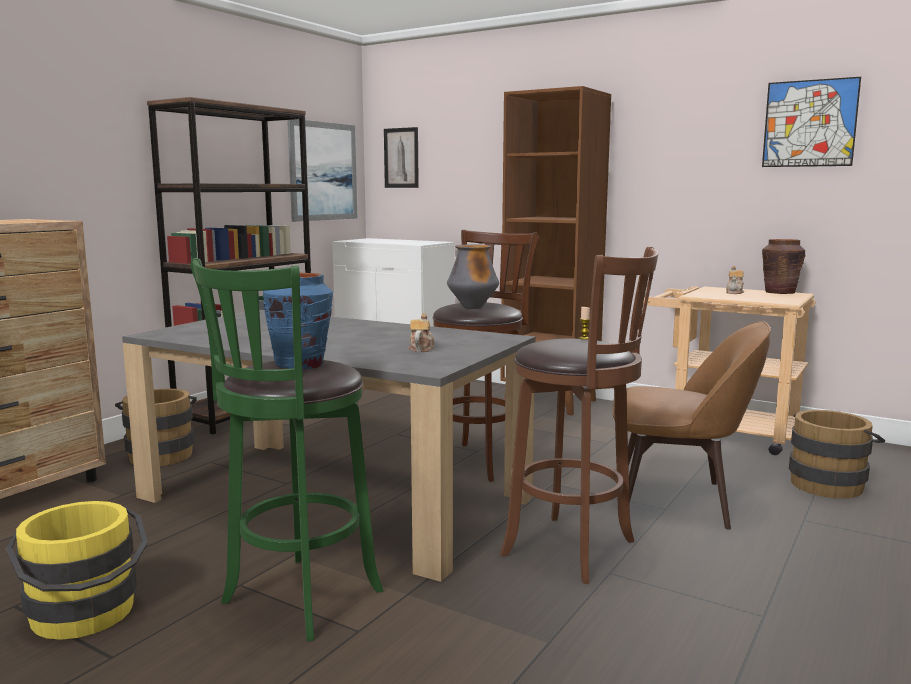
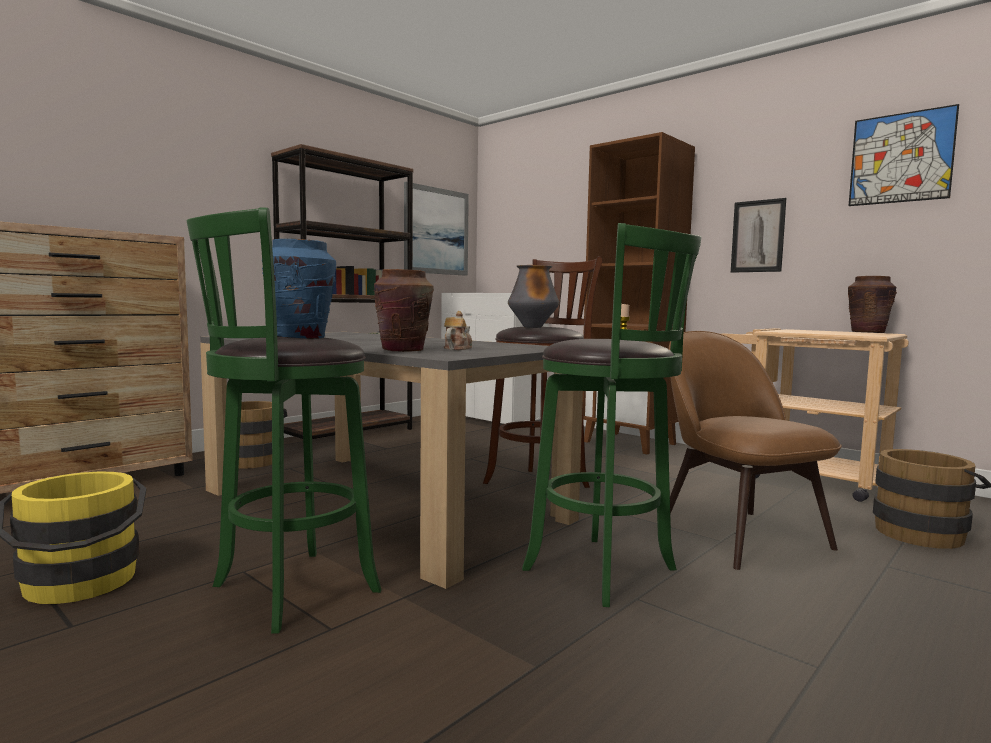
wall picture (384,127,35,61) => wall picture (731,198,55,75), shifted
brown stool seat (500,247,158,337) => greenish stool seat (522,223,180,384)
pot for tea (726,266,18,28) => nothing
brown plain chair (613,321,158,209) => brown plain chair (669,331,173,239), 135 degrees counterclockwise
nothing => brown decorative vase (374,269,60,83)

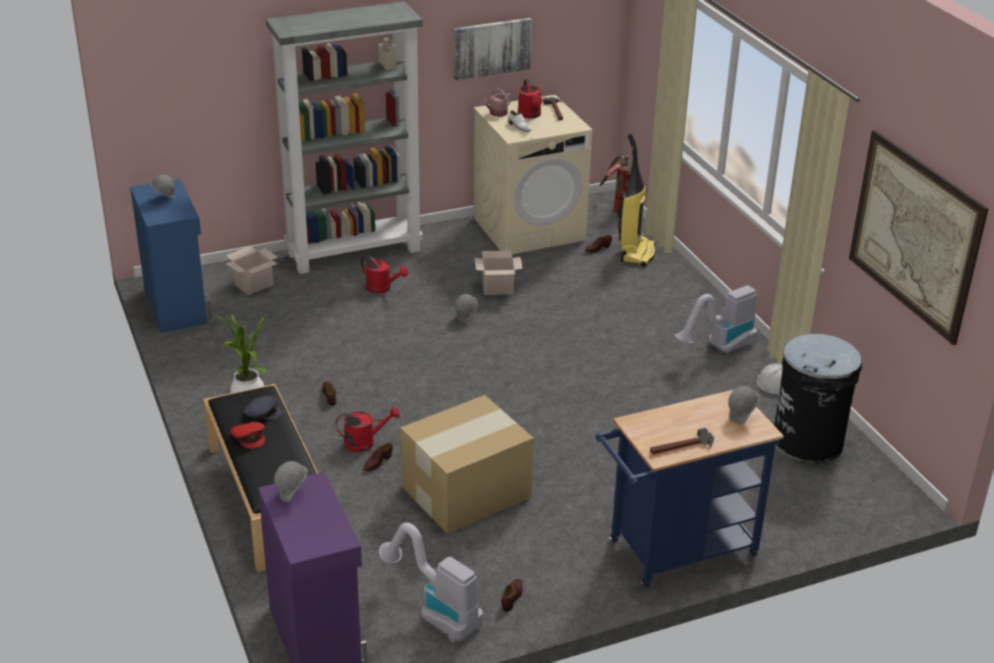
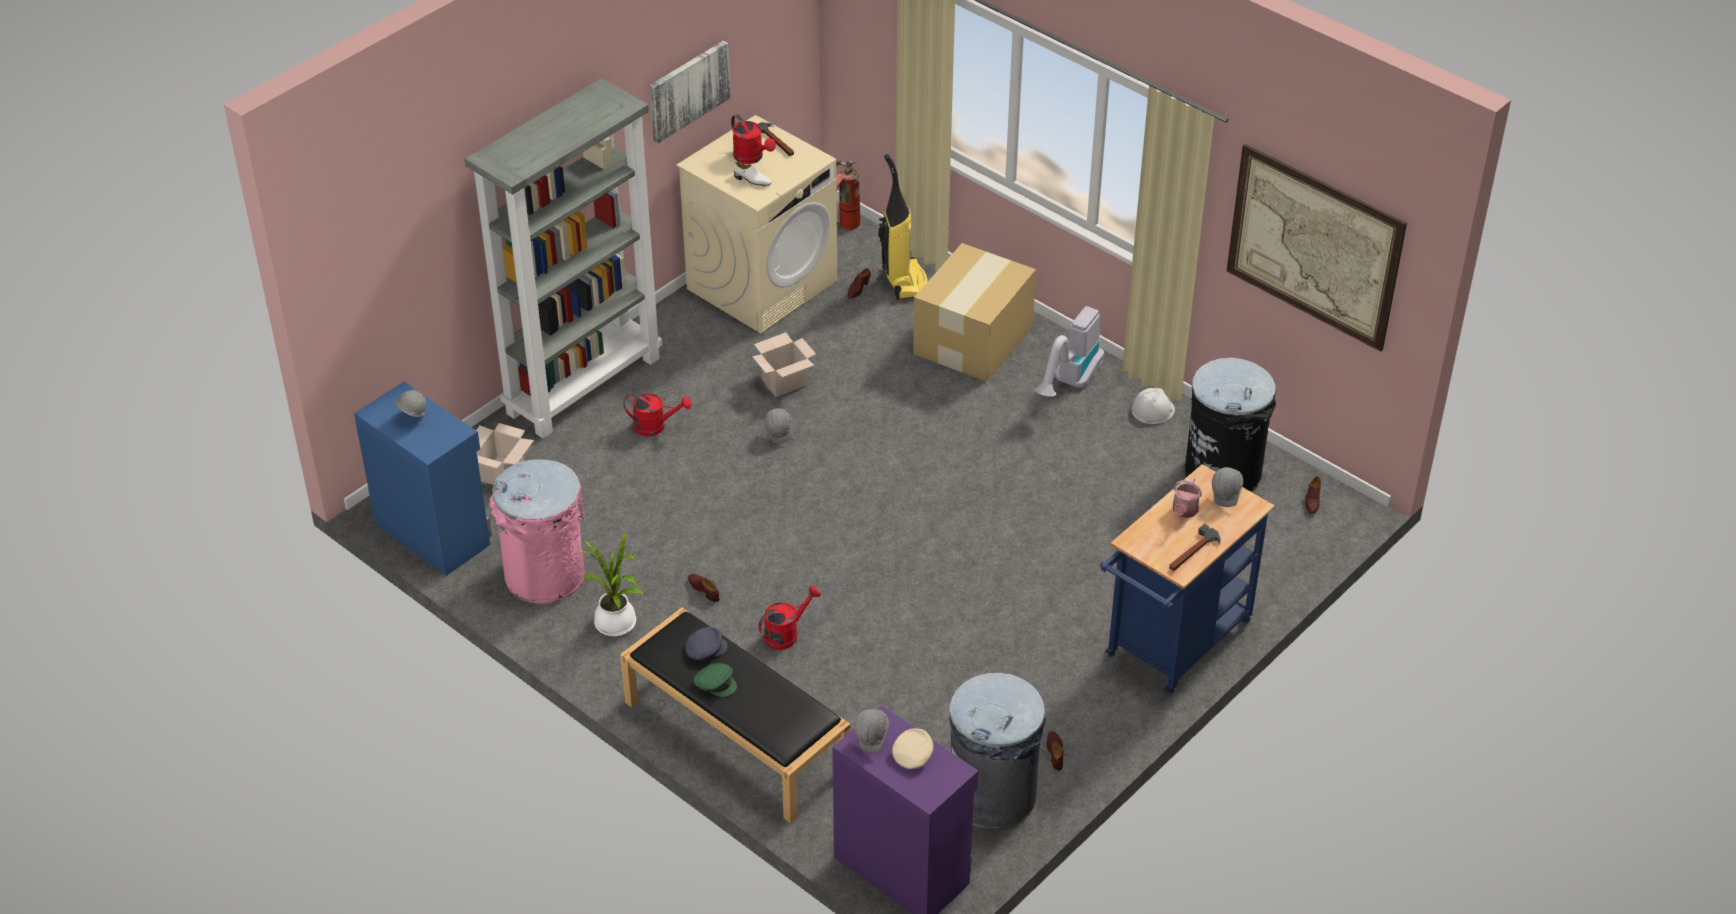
watering can (480,88,32,29) => watering can (1173,477,29,41), shifted
carton (400,395,134,139) => carton (913,243,123,139), shifted
red-coloured cap (230,422,35,27) => greenish cap (694,663,43,34)
brown low shoe (363,443,30,29) => brown low shoe (1305,476,16,38), shifted
vacuum cleaner (379,523,104,119) => grey rubbish bin (949,672,97,158)
nothing => pink-coloured rubbish bin (490,459,95,145)
nothing => beige-coloured cap (892,728,41,41)

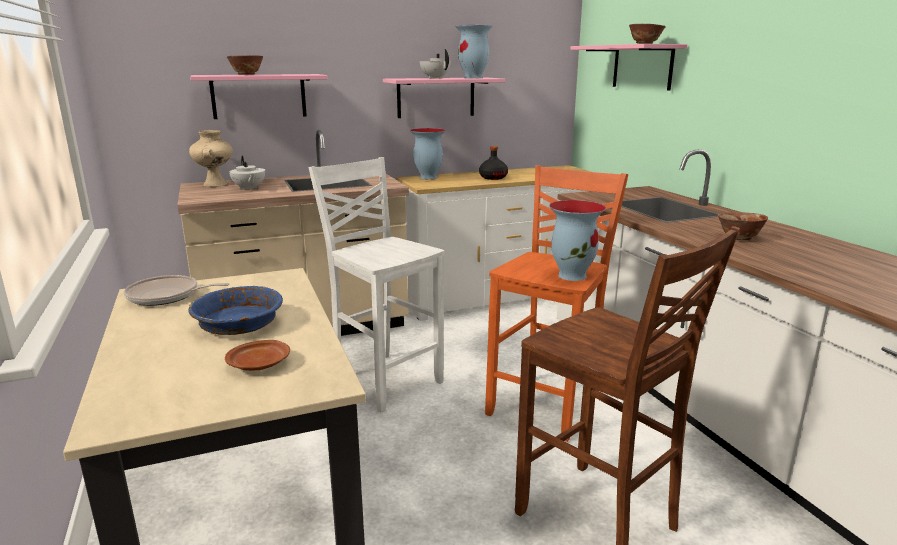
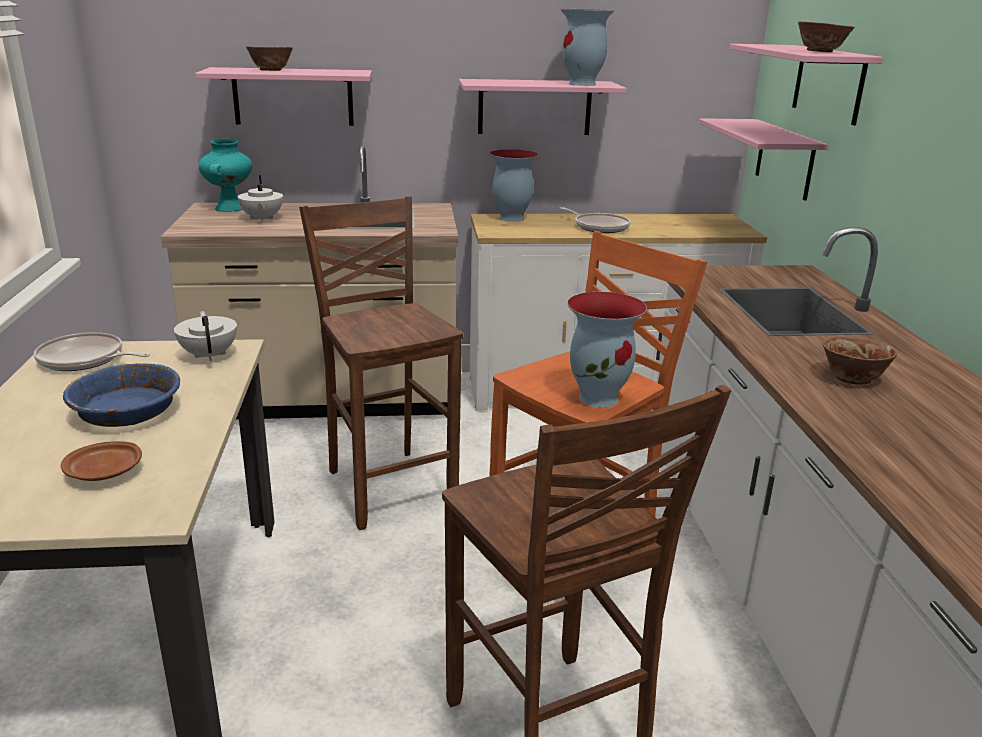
whitish pot for tea (420,49,31,30) => whitish pot for tea (174,311,63,50), shifted
beige-coloured decorative vase (189,130,44,57) => blue-green decorative vase (199,139,54,73)
black beverage bottle (479,146,29,34) => skillet (560,207,71,26)
whitish stool seat (309,157,135,255) => brown stool seat (299,196,164,334)
nothing => pink-coloured wall shelf (699,118,129,82)

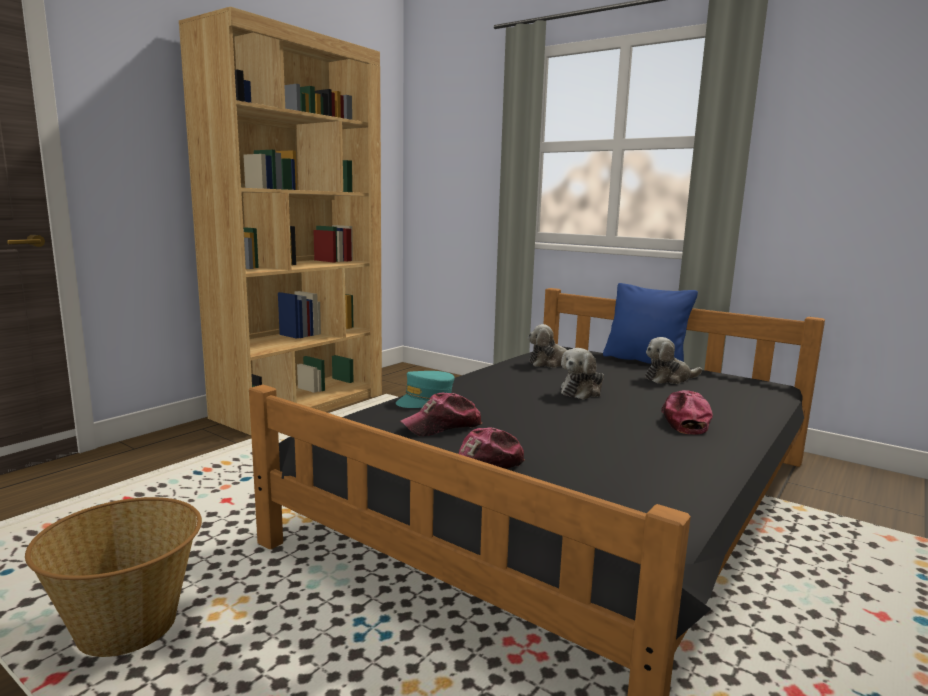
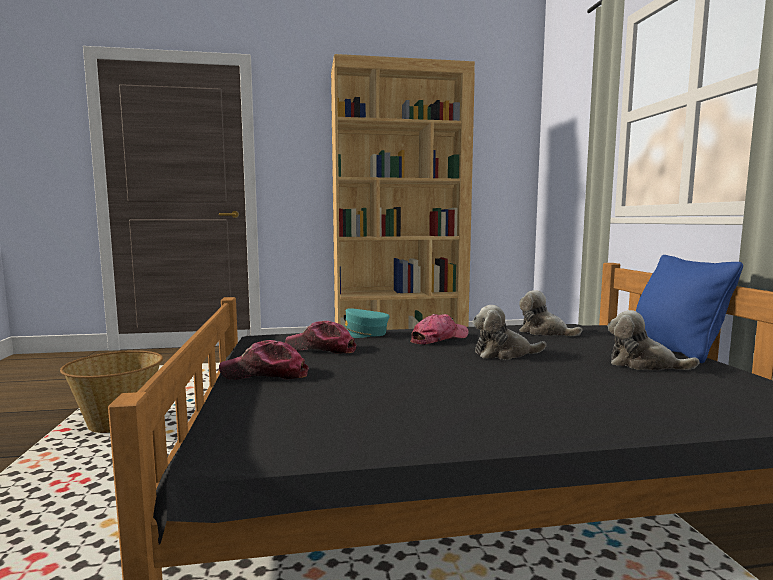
cap (661,390,52,44) => cap (411,314,58,31), shifted

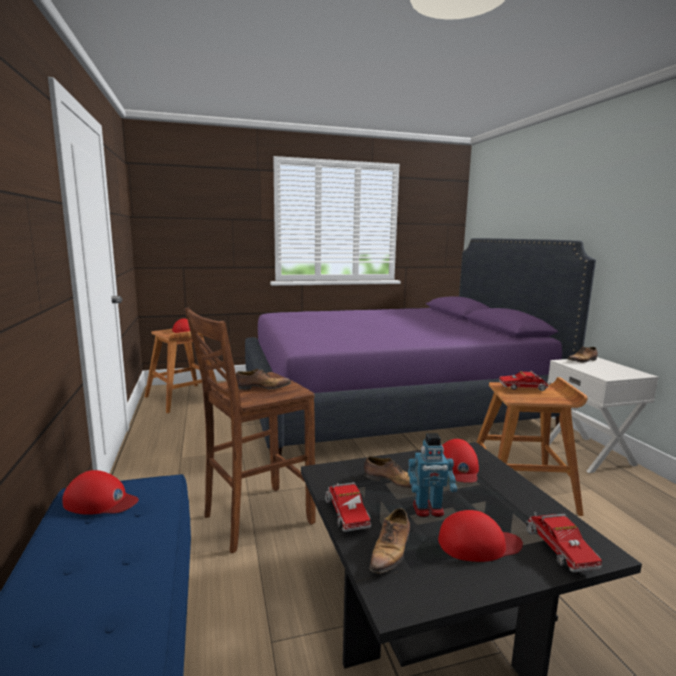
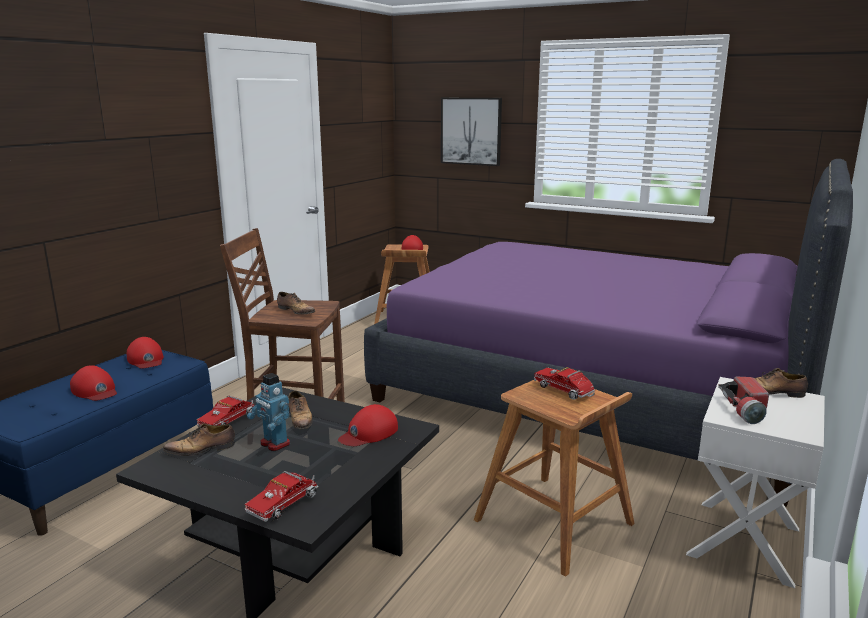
red-coloured cap (438,510,85,52) => red-coloured cap (70,365,47,36), shifted
nothing => wall picture (441,98,61,68)
nothing => flashlight (718,376,51,48)

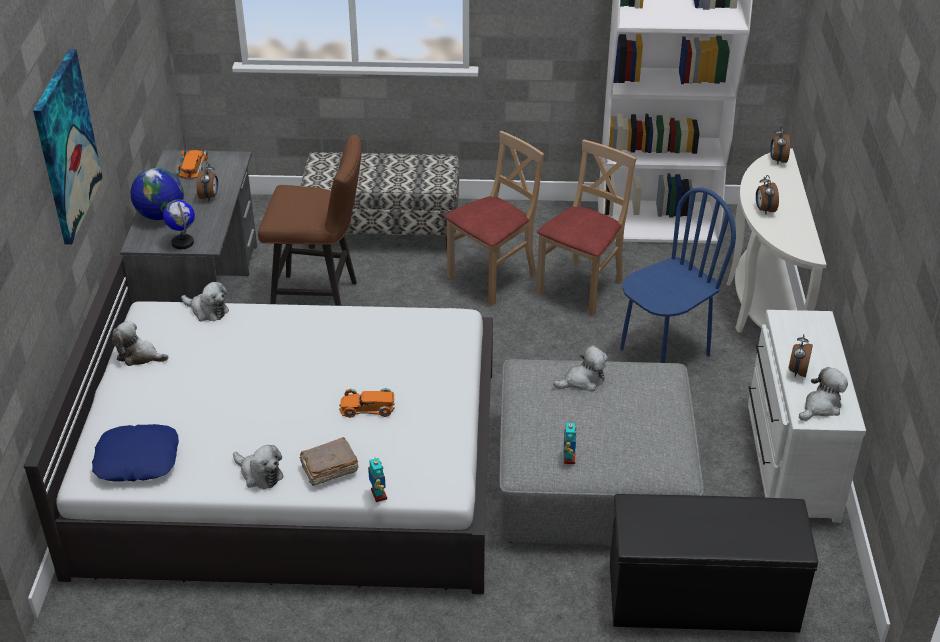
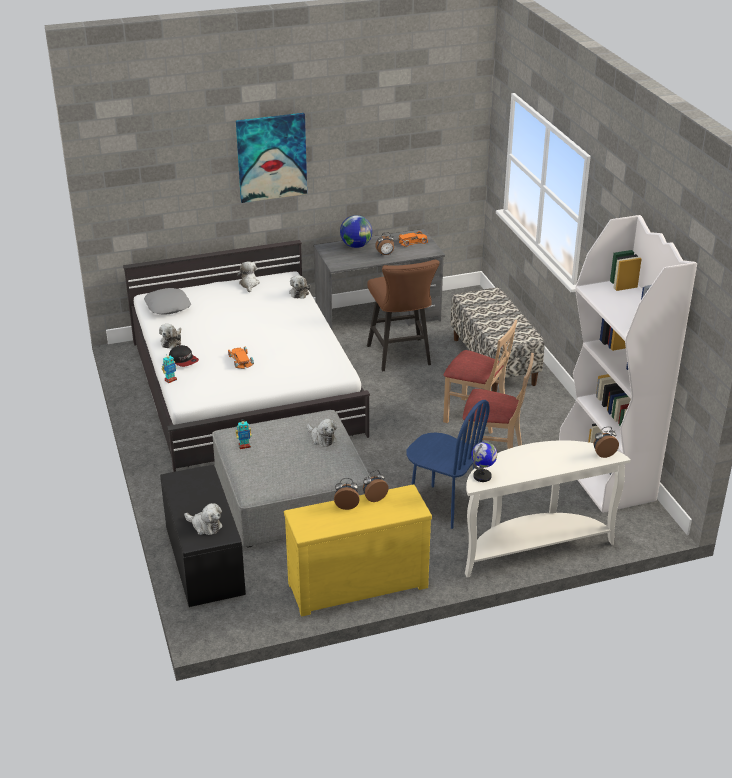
alarm clock (756,175,23,40) => alarm clock (363,470,26,32), shifted
desk globe (163,199,32,50) => desk globe (471,442,26,40), shifted
whitish dresser (748,310,118,213) => yellowish dresser (284,484,148,132)
soft toy (799,367,49,54) => soft toy (184,503,38,32), shifted
bluish cushion (92,424,87,58) => grey cushion (144,288,47,26)
brown book (300,437,59,49) => cap (169,345,30,22)

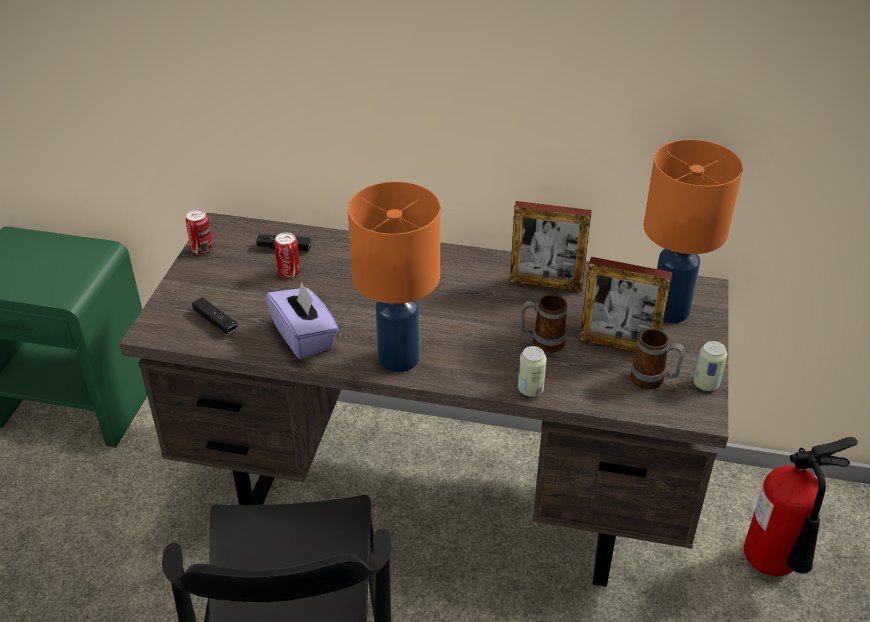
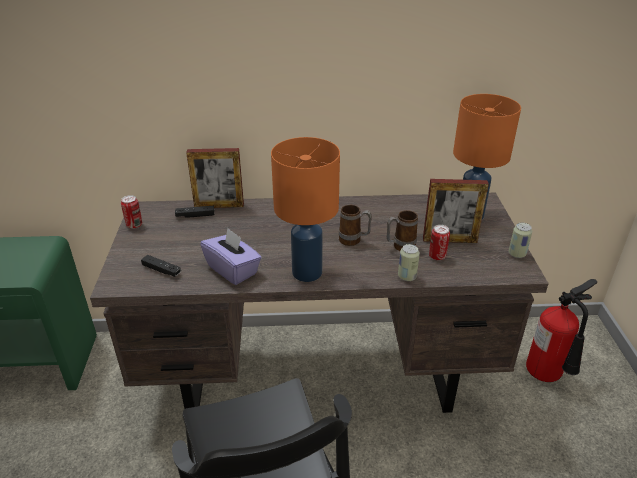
photo frame (510,201,82,91) => photo frame (186,148,58,60), shifted
can (274,232,26,46) => can (429,225,21,35), shifted
coffee mug (630,329,55,60) => coffee mug (339,205,33,41), shifted

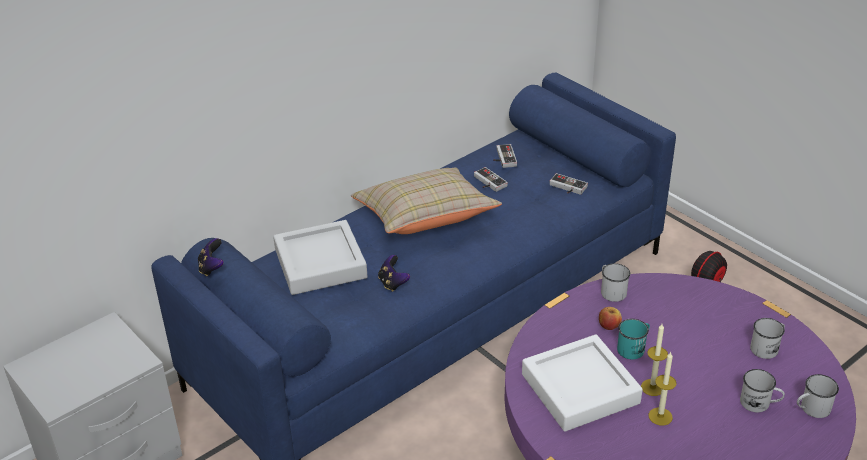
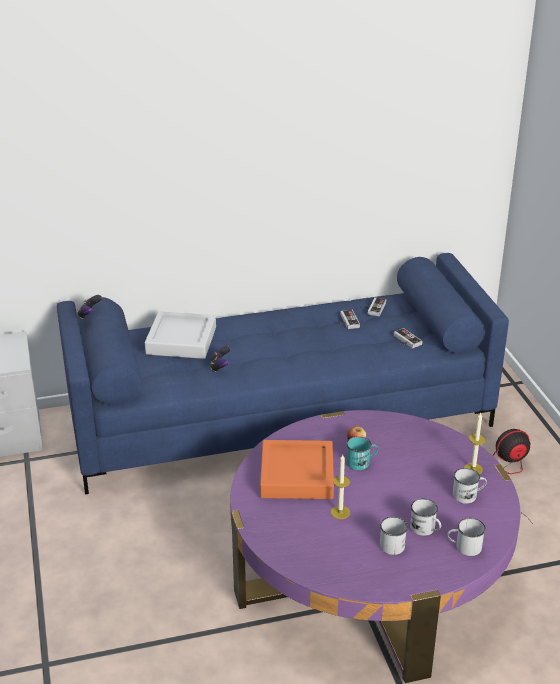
beige-coloured cushion (351,168,151,66) => nothing
whitish coffee mug (601,263,29,39) => whitish coffee mug (380,517,28,38), shifted
wax candle (641,324,27,72) => wax candle (464,413,21,61), shifted
whitish serving tray (522,334,121,97) => orange serving tray (260,440,74,59)

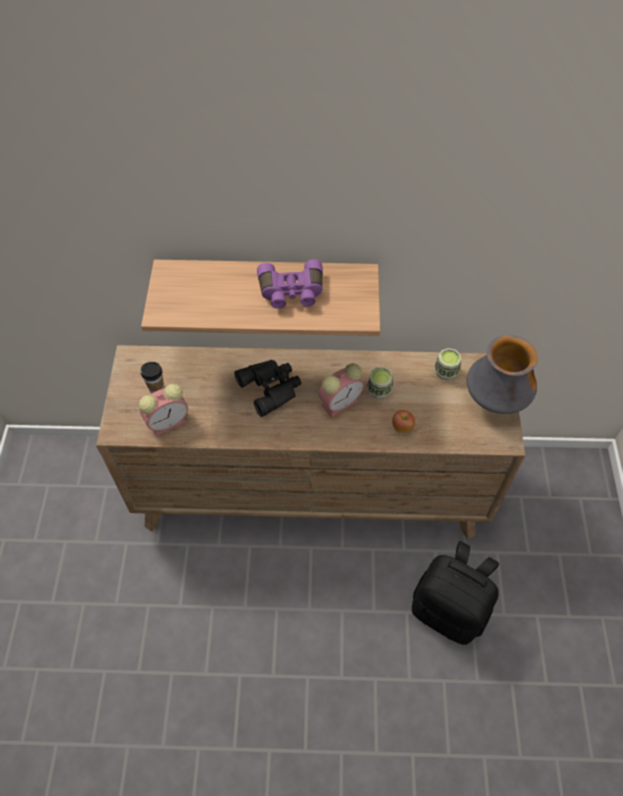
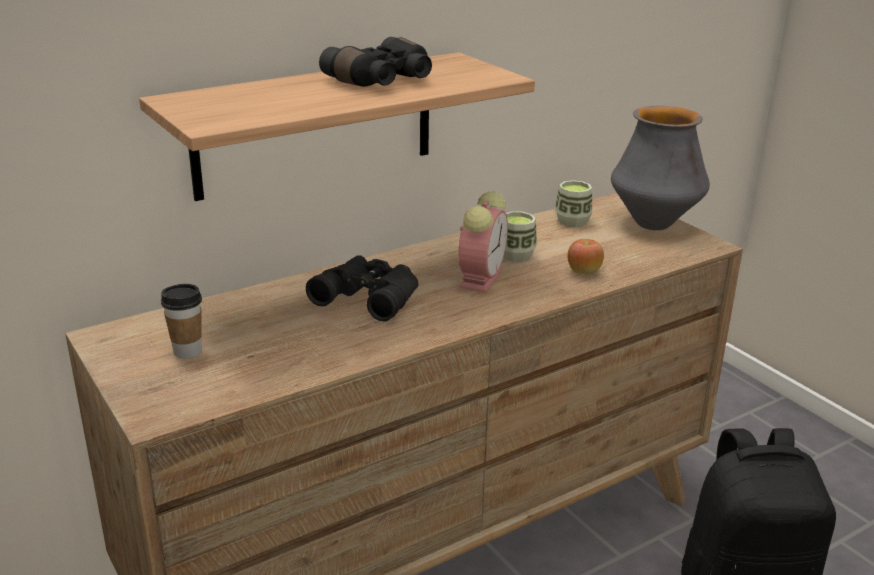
purple-coloured field glasses (257,259,66,50) => black field glasses (319,37,113,50)
alarm clock (139,384,49,53) => nothing

